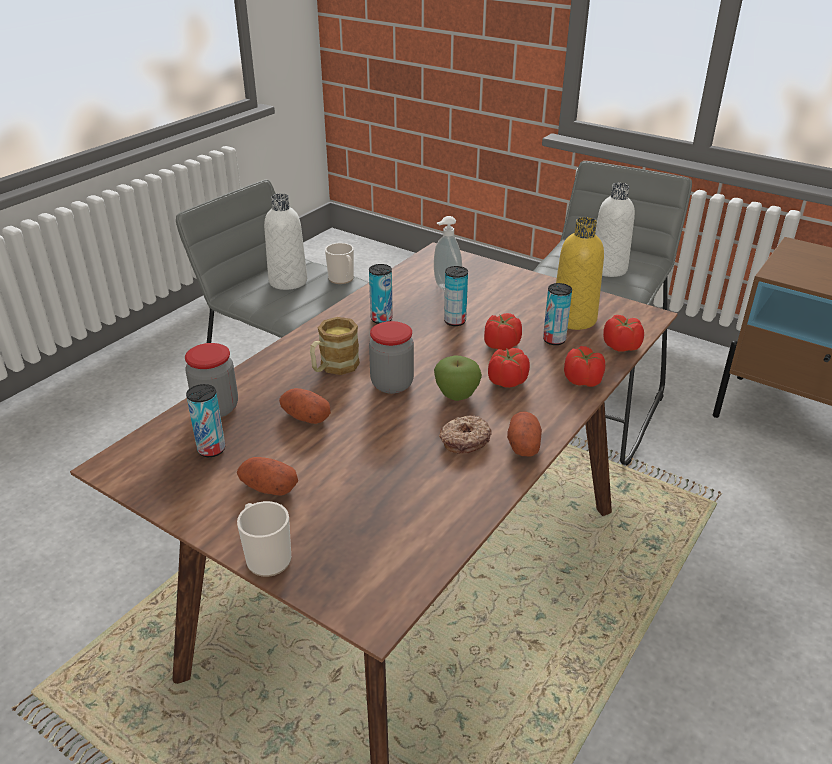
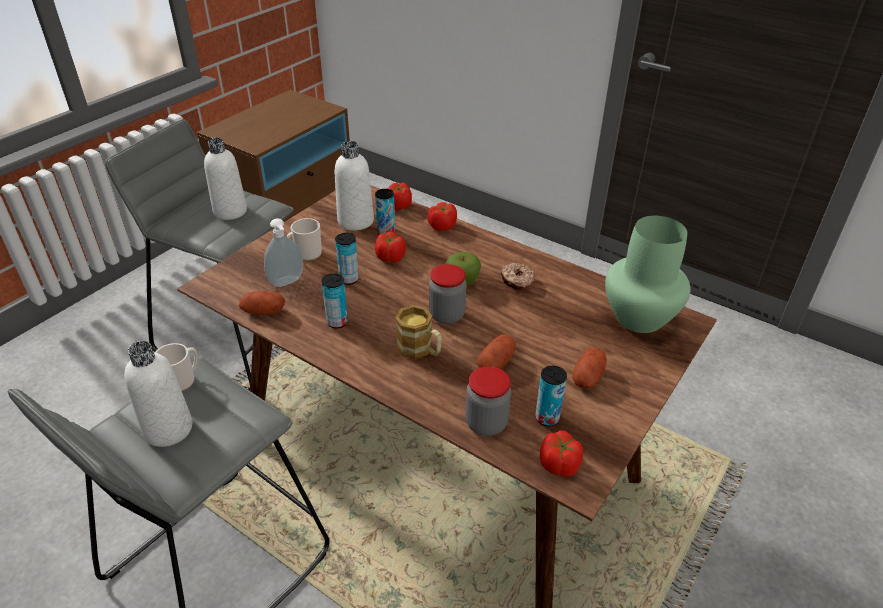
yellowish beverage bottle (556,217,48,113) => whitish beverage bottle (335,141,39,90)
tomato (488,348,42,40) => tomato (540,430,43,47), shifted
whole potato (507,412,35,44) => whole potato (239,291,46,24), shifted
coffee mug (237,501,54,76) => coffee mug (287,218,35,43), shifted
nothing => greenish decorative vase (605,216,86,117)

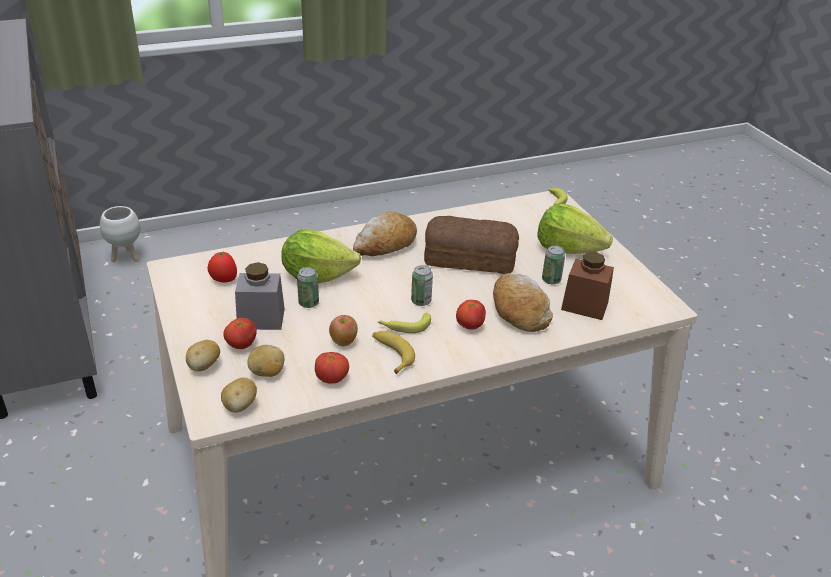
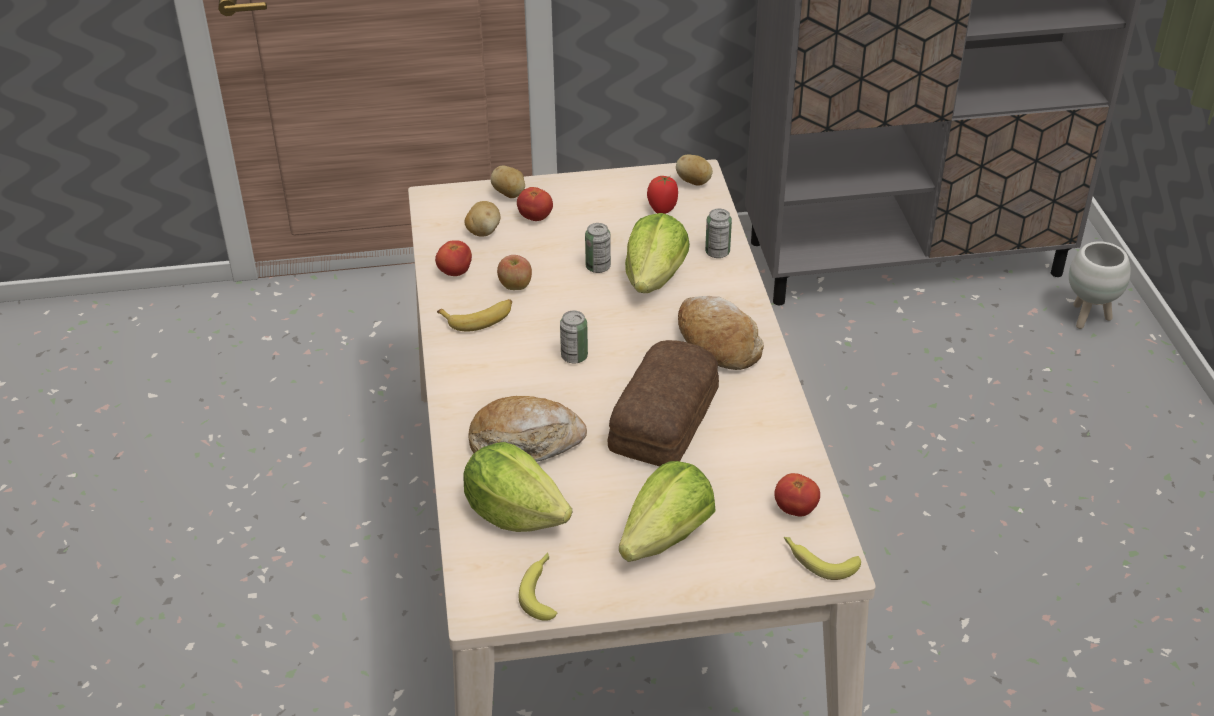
can (542,245,23,40) => can (705,209,27,49), shifted
brown preserve jar (561,252,53,68) => lettuce head (463,442,109,90)
grey preserve jar (235,262,50,68) => nothing
tomato (456,300,30,30) => tomato (774,473,46,44), shifted
banana fruit (378,313,53,20) => banana fruit (519,553,38,68), shifted
whole potato (221,378,36,35) => whole potato (676,154,37,32), shifted

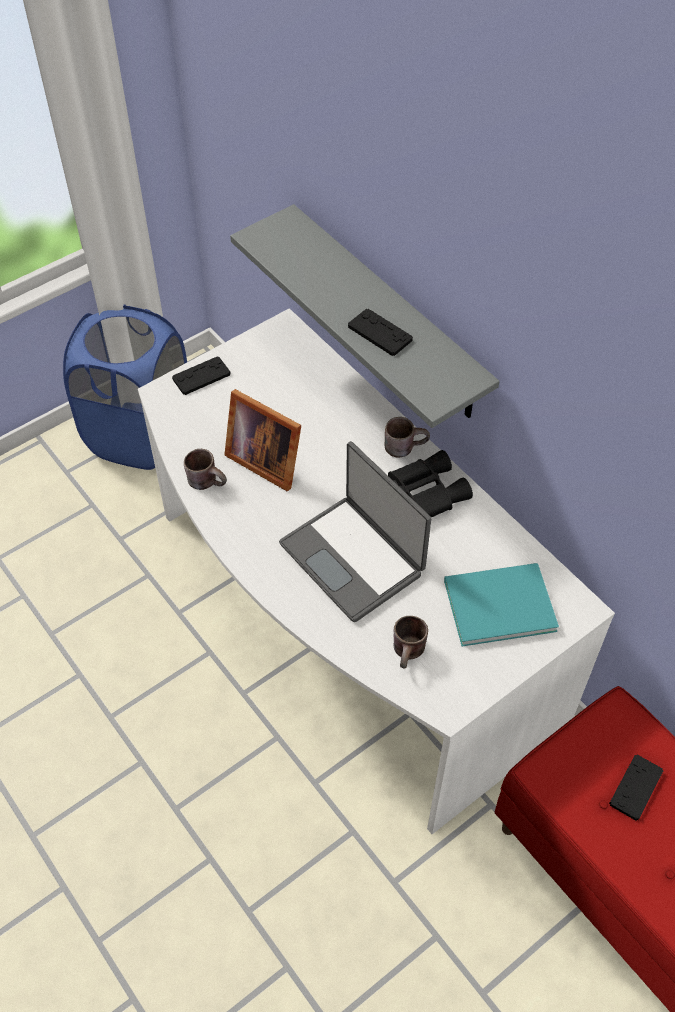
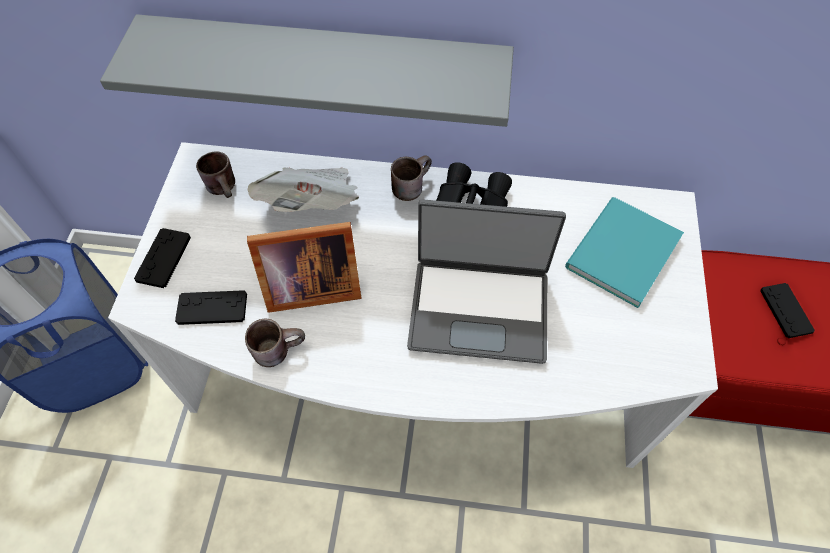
black game controller (348,309,65,47) => black game controller (175,290,72,35), shifted
brown coffee mug (394,616,34,53) => brown coffee mug (196,152,39,46), shifted
nothing => daily paper (247,167,112,45)

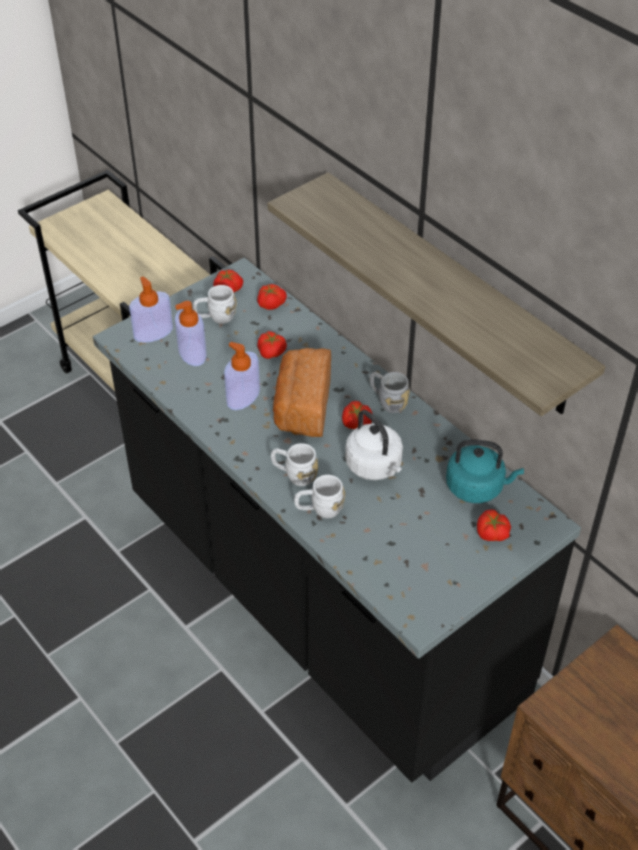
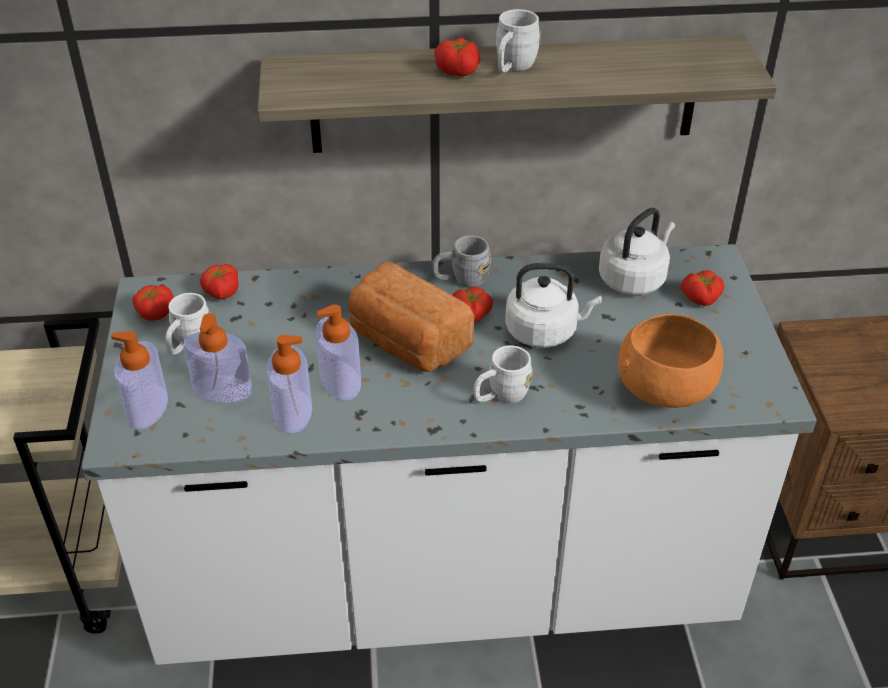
black counter (93,258,488,524) => whitish counter (81,244,736,421)
tomato (257,331,30,28) => tomato (434,38,46,38), shifted
blue-green water kettle (446,439,78,64) => whitish water kettle (599,208,76,87)
whitish coffee mug (294,475,51,43) => whitish coffee mug (496,9,45,63), shifted
nothing => orange bowl (618,314,105,94)
nothing => soap bottle (267,335,45,99)

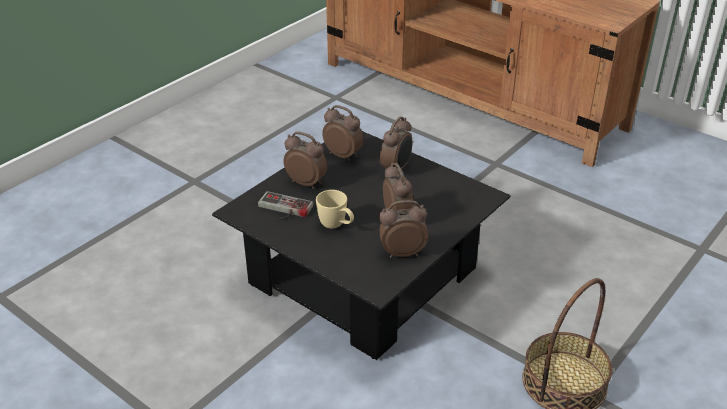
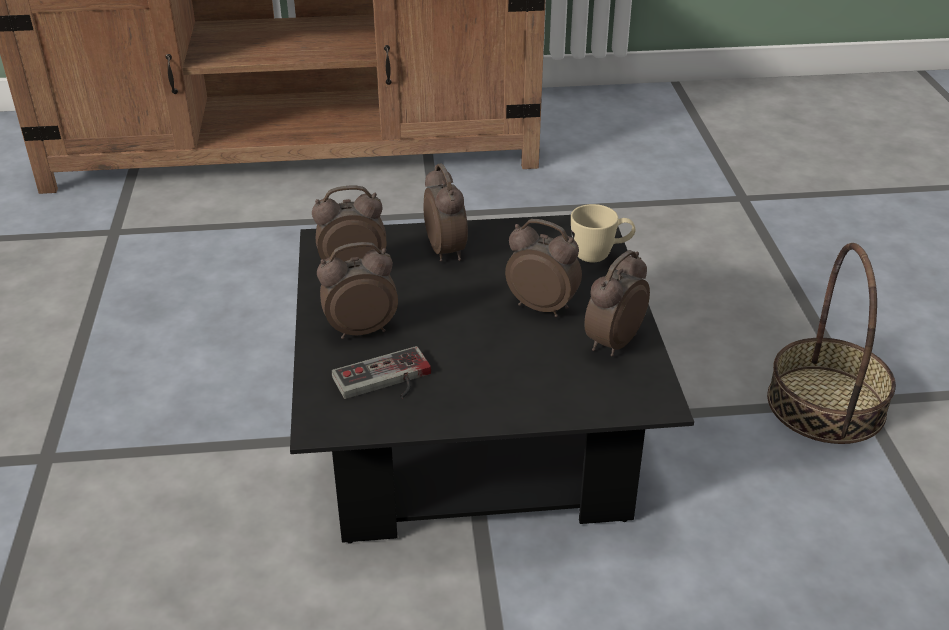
beige-coloured coffee mug (316,190,38,39) => beige-coloured coffee mug (571,204,65,59), shifted

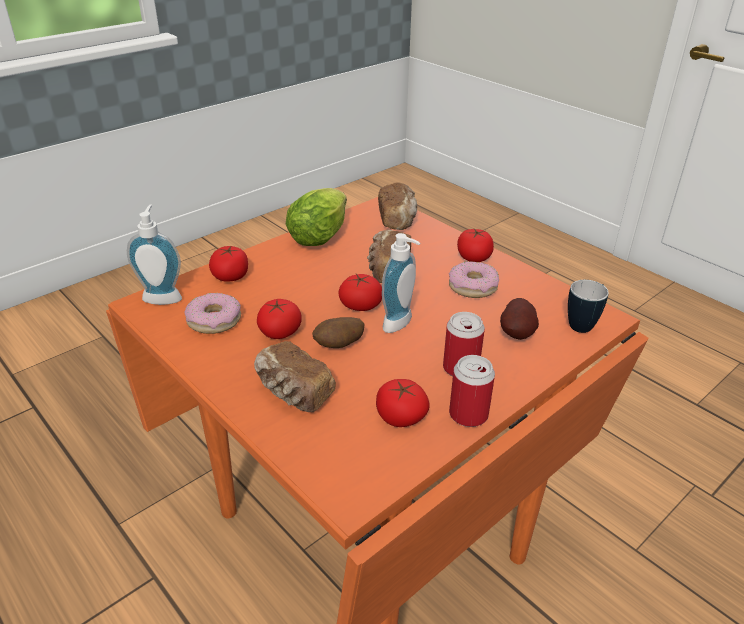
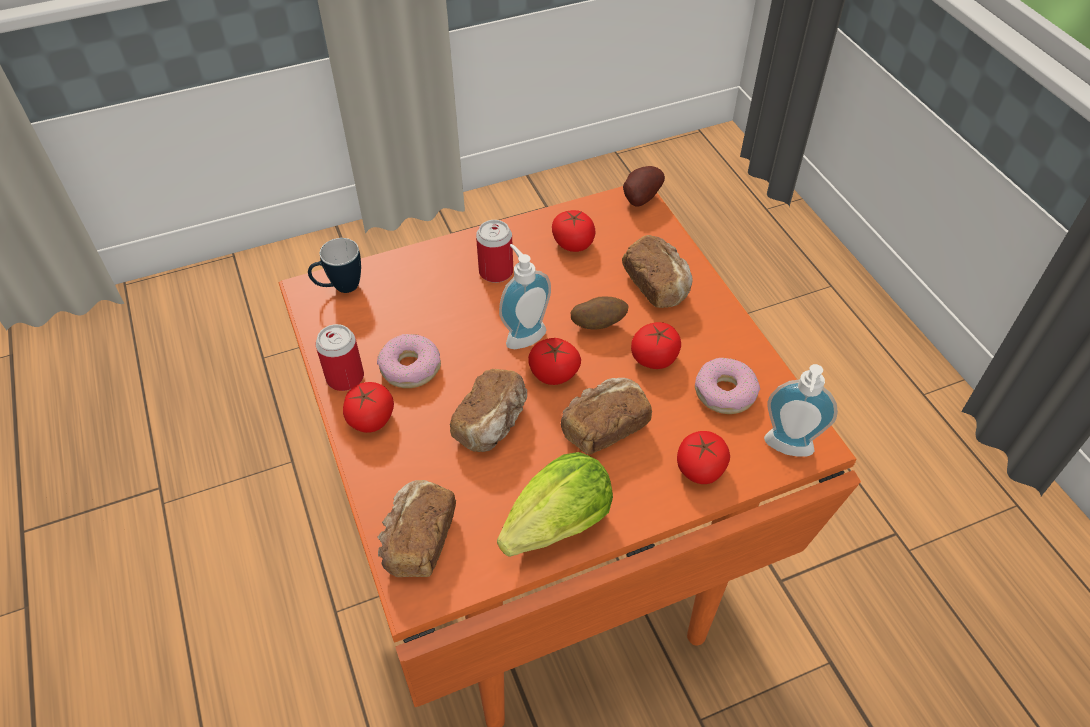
whole potato (500,298,39,42) => whole potato (623,166,42,41), shifted
can (449,355,46,72) => can (315,324,49,67), shifted
nothing => baked bread (561,378,91,77)

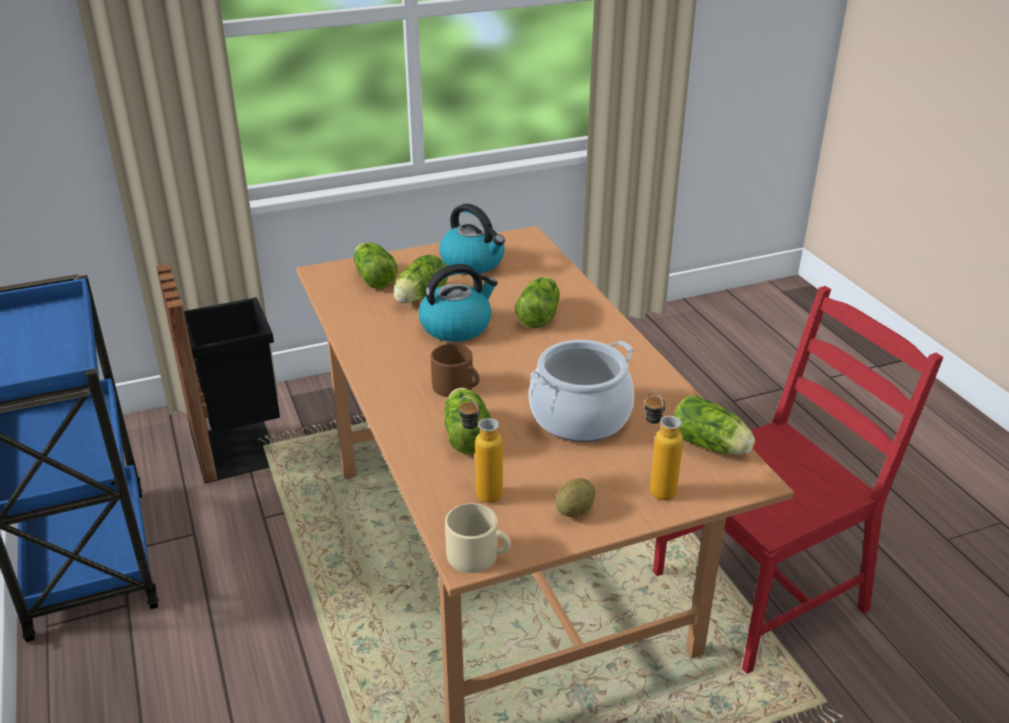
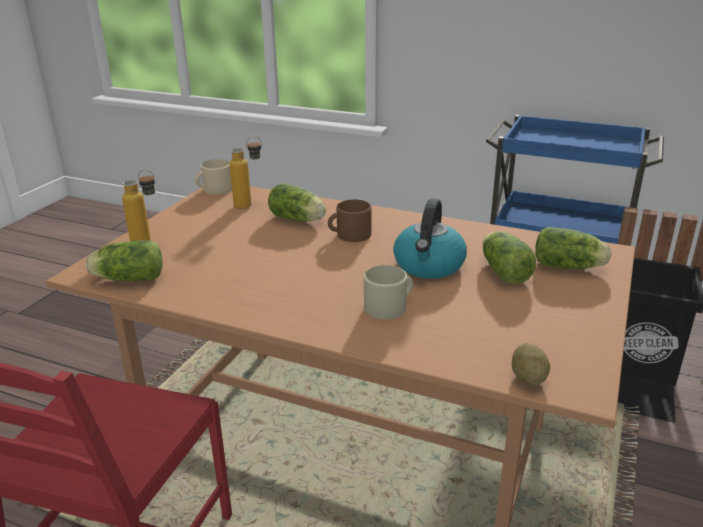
water kettle (439,204,66,70) => nothing
lettuce head (515,277,45,51) => beige-coloured coffee mug (364,265,49,55)
saucepot (529,340,105,102) => nothing
whole potato (556,478,39,39) => whole potato (512,343,38,42), shifted

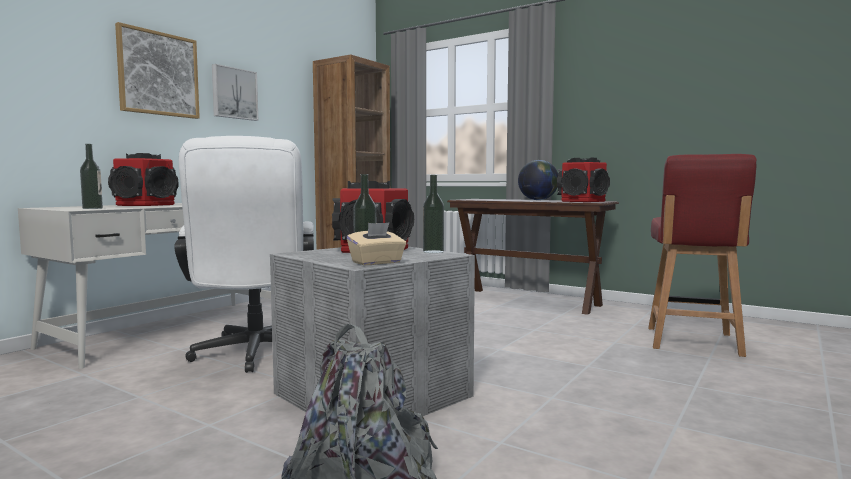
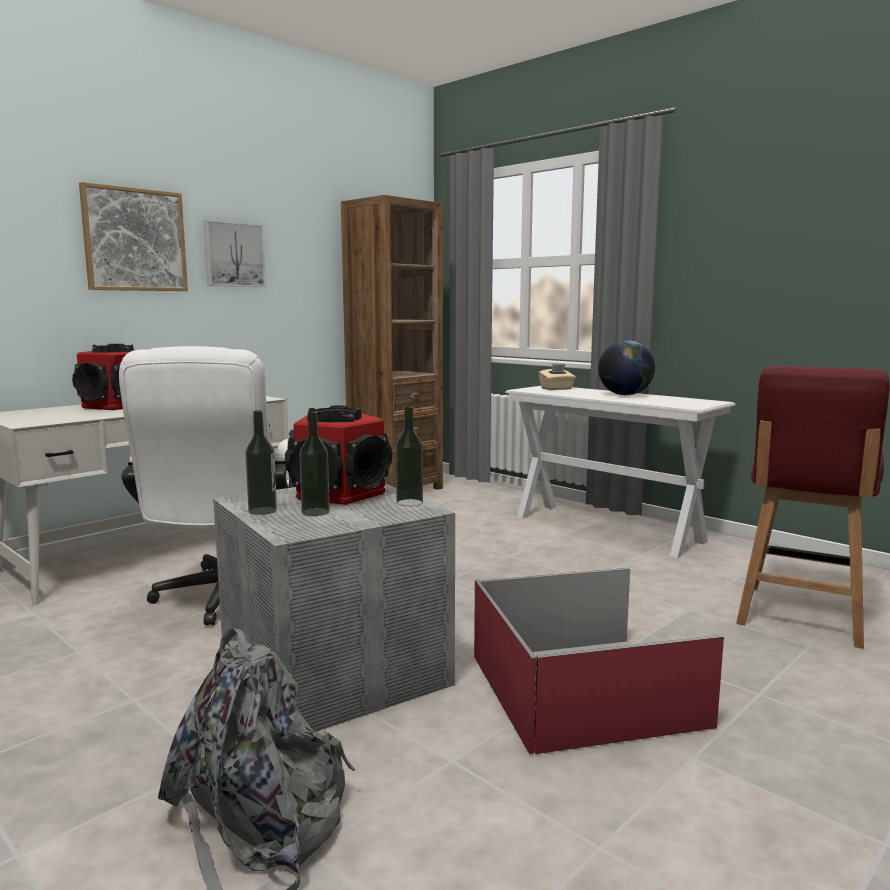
beverage bottle (80,144,23,65) => beverage bottle (245,410,32,105), shifted
audio speaker (557,158,53,44) => nothing
brown narrow table (447,199,172,116) => whitish narrow table (505,386,231,172)
beige-coloured tissue box (347,222,59,43) => beige-coloured tissue box (538,364,38,26), shifted
nothing => red-coloured storage box (474,568,250,186)

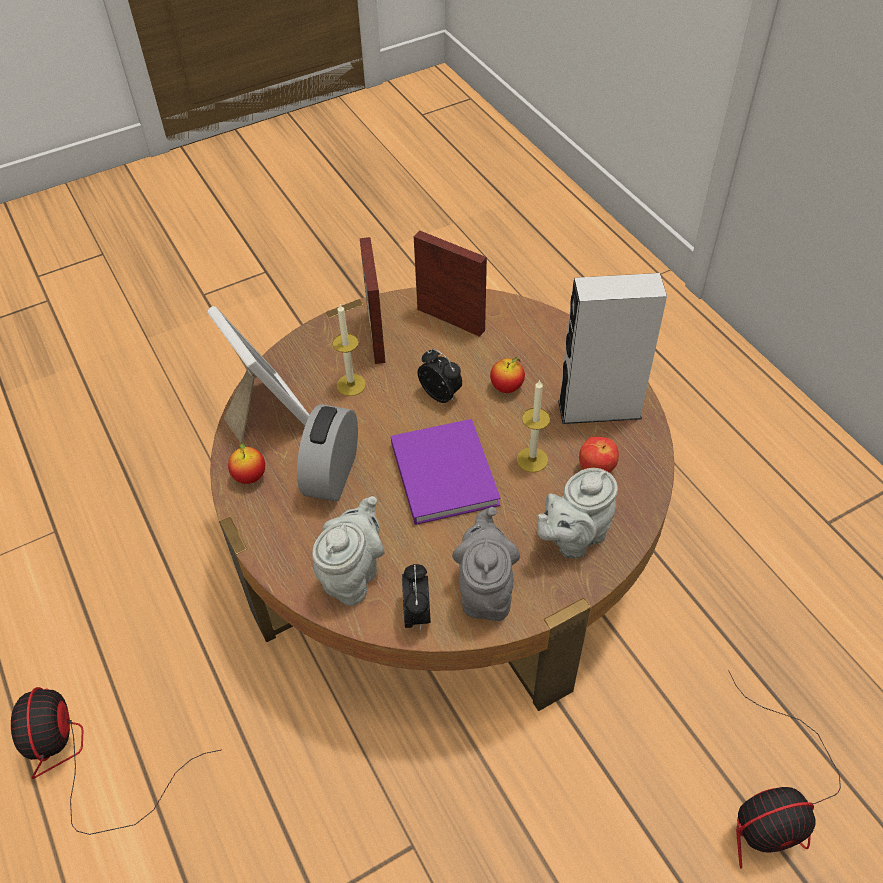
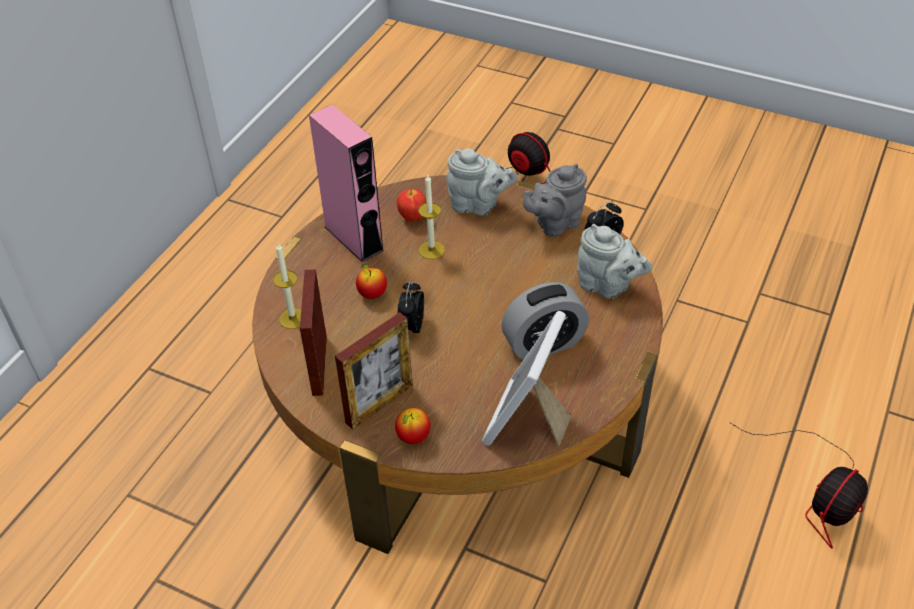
grey audio speaker (558,273,109,151) => pink-coloured audio speaker (309,105,75,157)
wax candle (332,304,34,92) => wax candle (273,243,28,86), shifted
purple-coloured book (391,419,110,106) => nothing
apple (228,442,37,42) => apple (395,408,36,36), shifted
grey pot for tea (312,496,73,110) => grey pot for tea (577,224,76,75), 135 degrees counterclockwise

